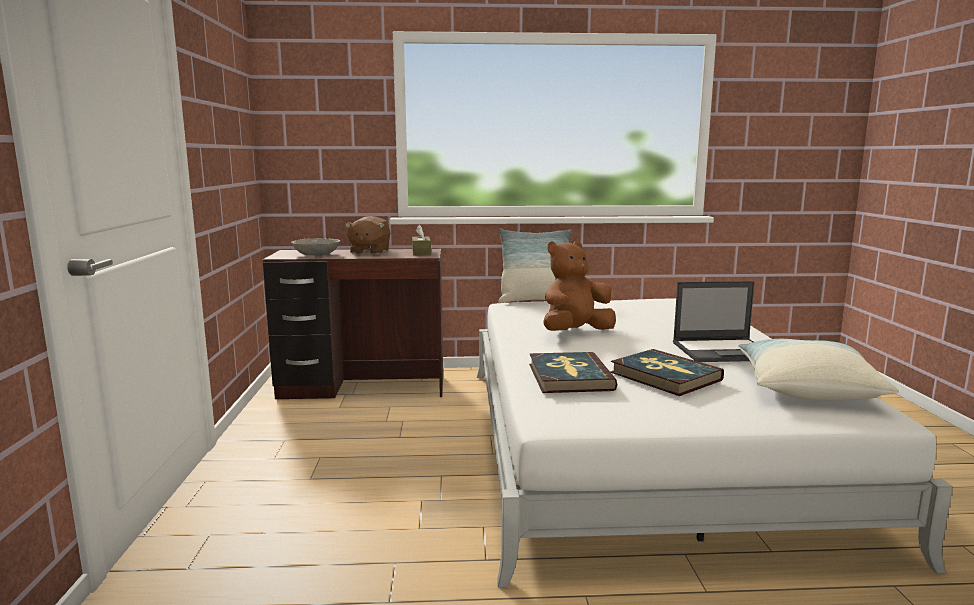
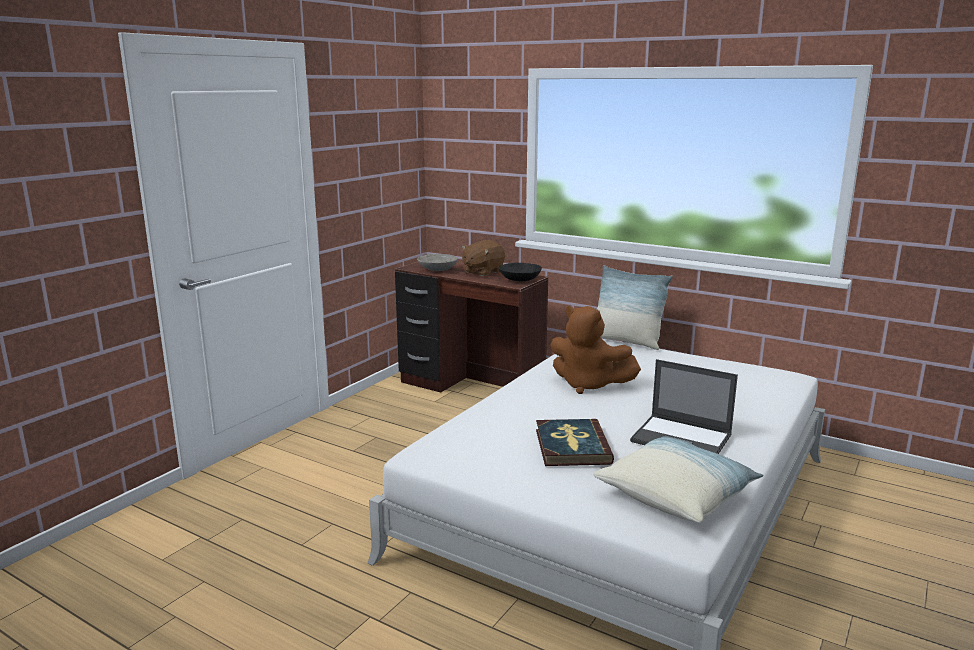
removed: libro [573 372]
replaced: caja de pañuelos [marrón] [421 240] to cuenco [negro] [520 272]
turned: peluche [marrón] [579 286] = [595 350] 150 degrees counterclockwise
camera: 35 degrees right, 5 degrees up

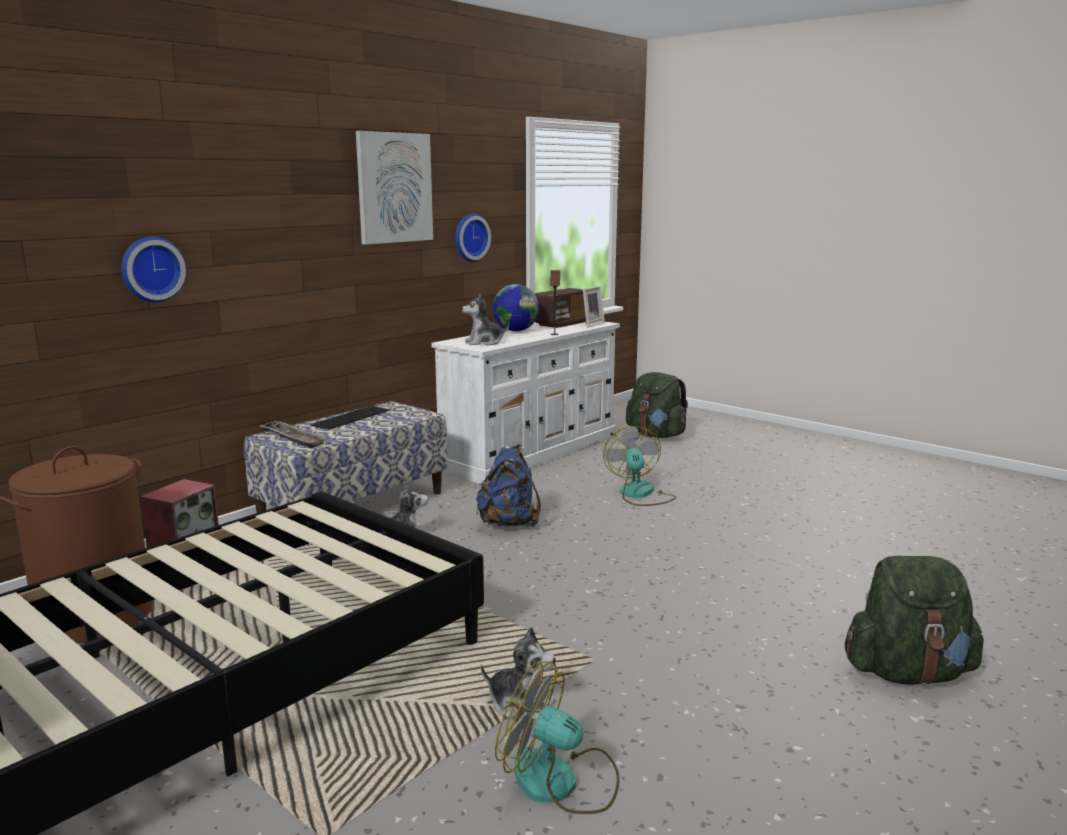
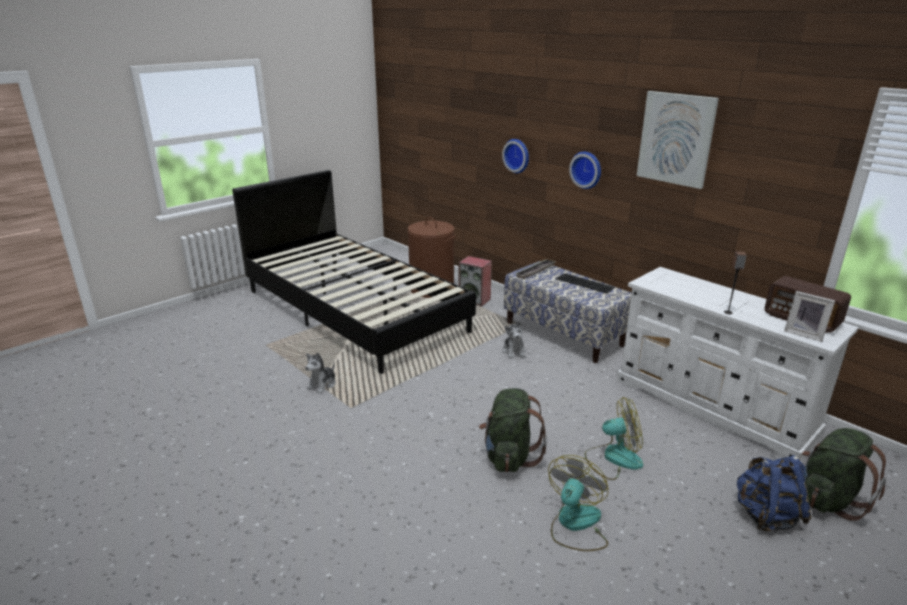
removed: peluche [485 319]; globo terráqueo [515 308]
moved: mochila [verde] [914 620] to [513 430]; ventilador [557 737] to [578 503]; reloj de pared [473 238] to [585 170]; mochila [azul] [508 485] to [774 493]
camera: 95 degrees right, 10 degrees up

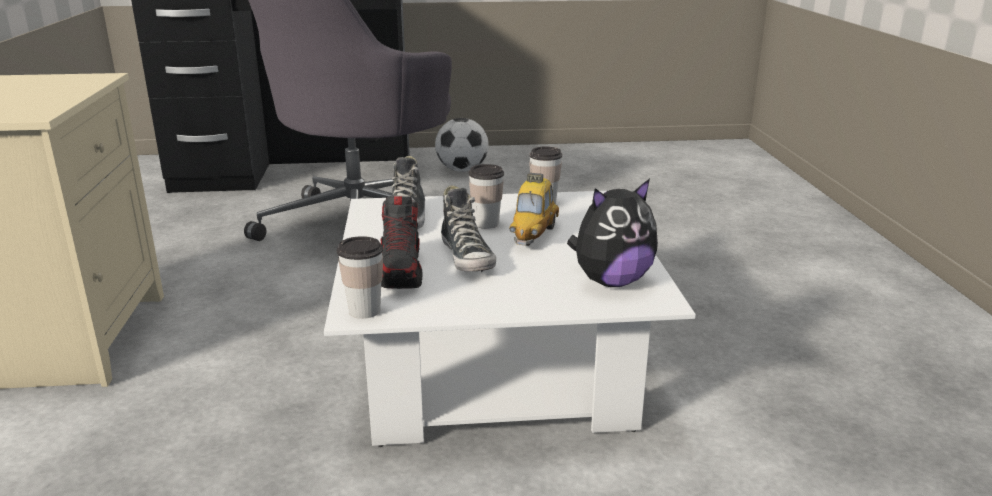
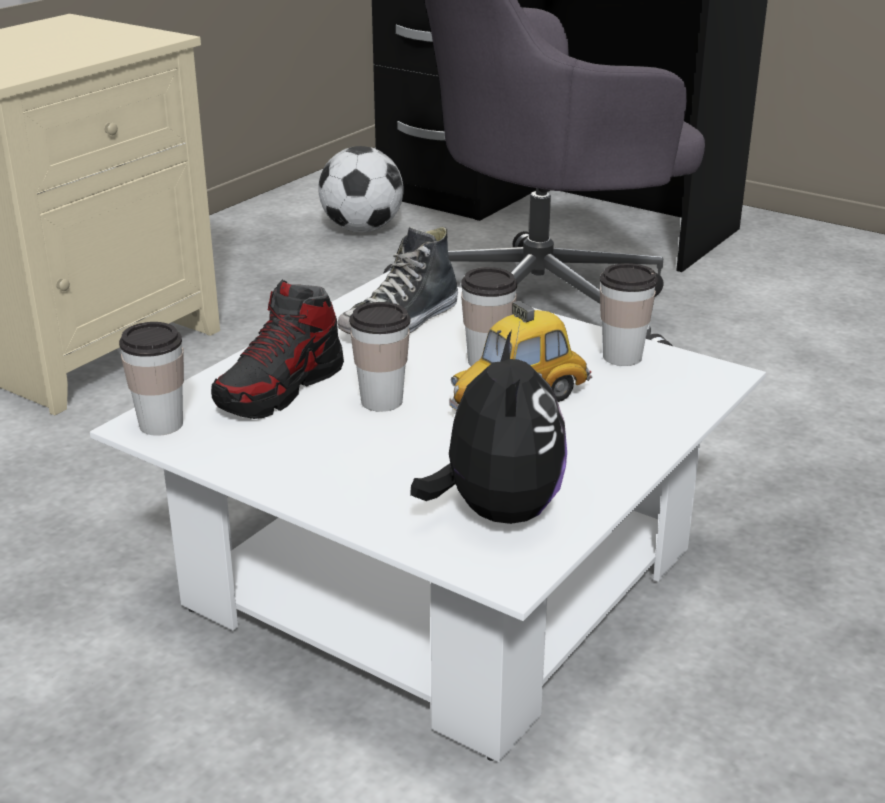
moved: balón de fútbol [462 145] to [360 189]
replaced: zapato [468 228] to taza [379 357]
turned: peluche [612 233] = [488 427] 105 degrees counterclockwise
camera: 40 degrees right, 5 degrees up

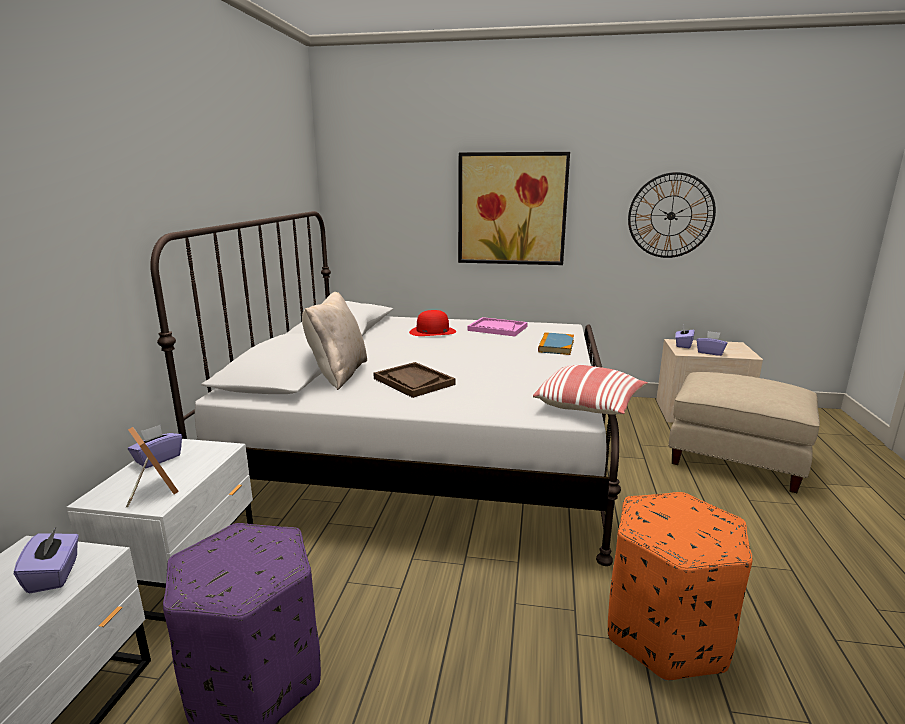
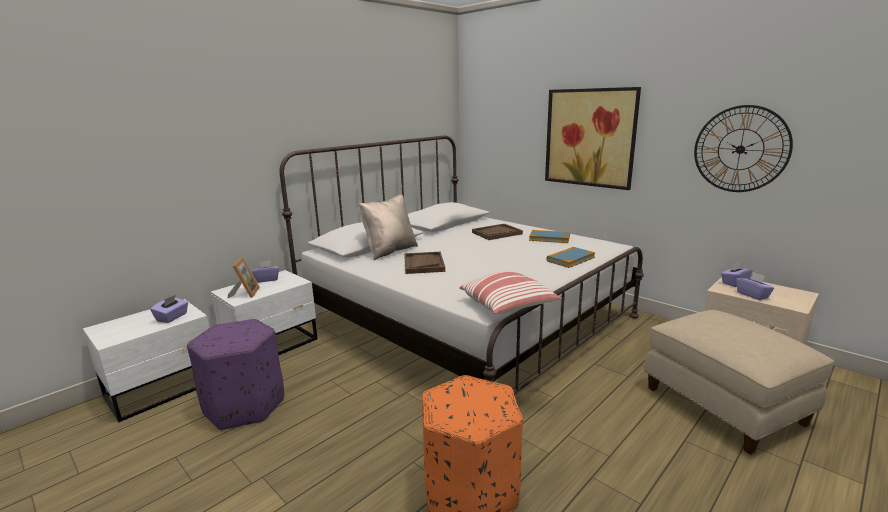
replaced: sombrero [rojo] [432 323] to bandeja [marrón] [497 232]; bandeja [rosa] [497 326] to libro [549 236]
camera: 35 degrees right, 0 degrees up

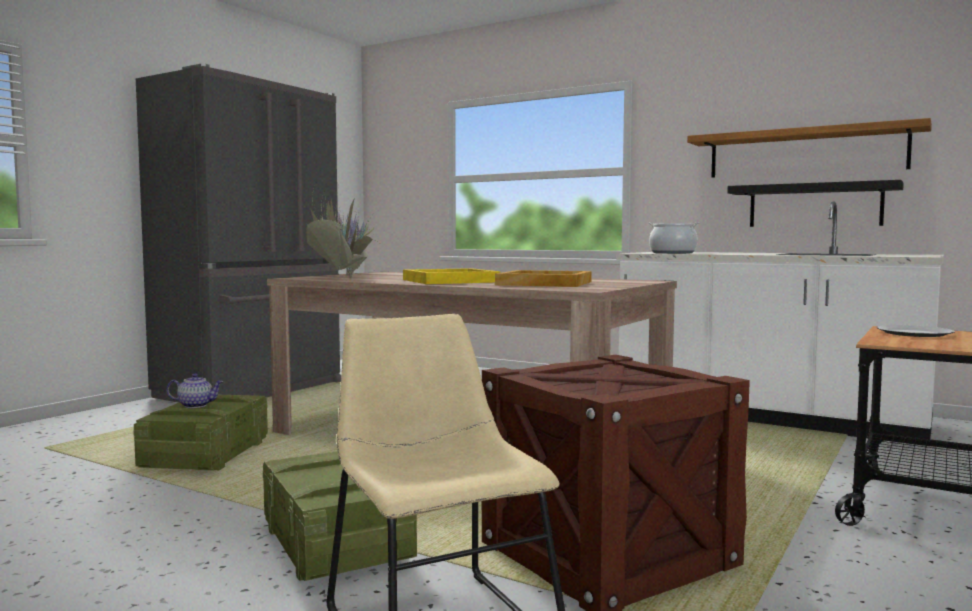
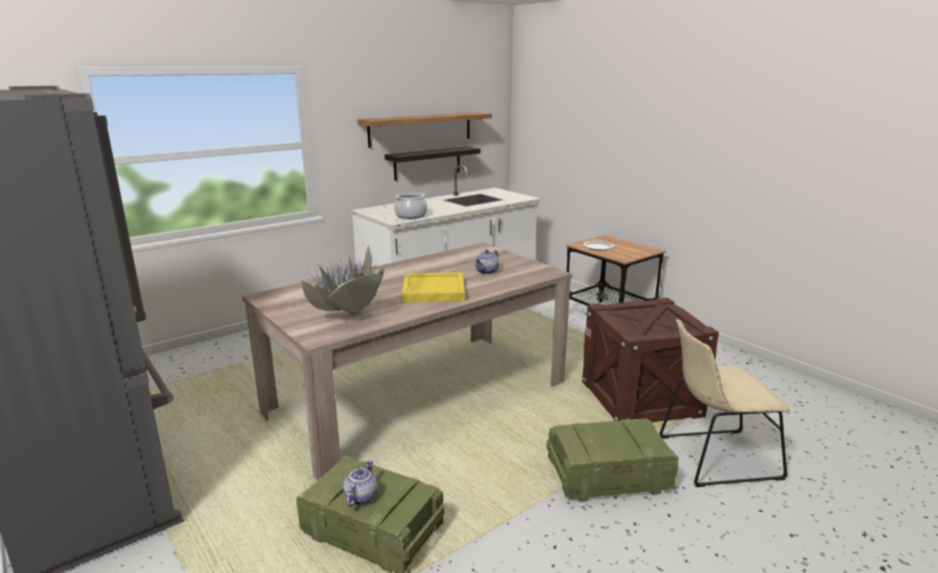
replaced: bandeja [beis] [543 278] to tetera [487 261]
camera: 70 degrees left, 15 degrees up

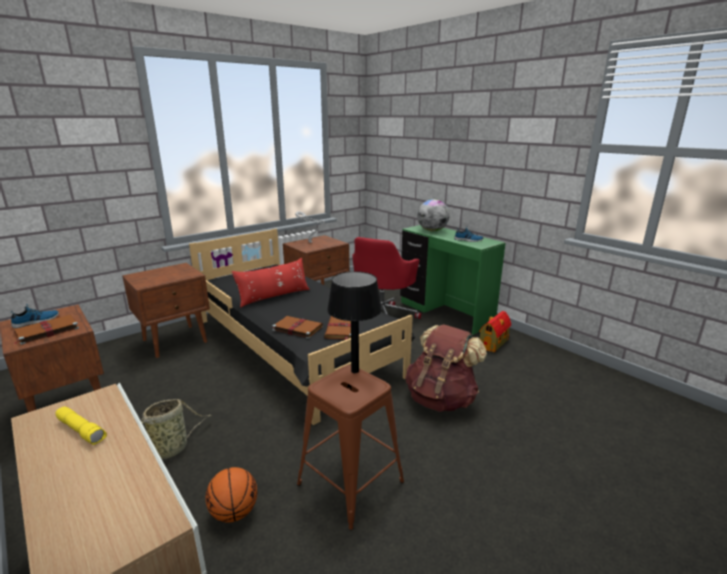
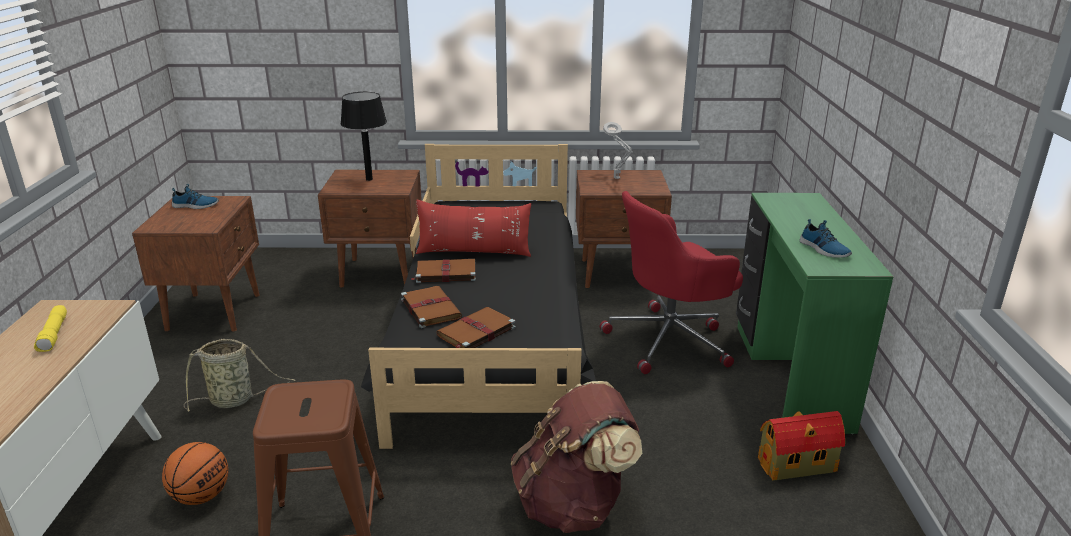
removed: globo terráqueo [433 215]
moved: lámpara de mesa [negro] [354 322] to [364 136]; libro [marrón] [46 330] to [444 271]
camera: 40 degrees right, 5 degrees up

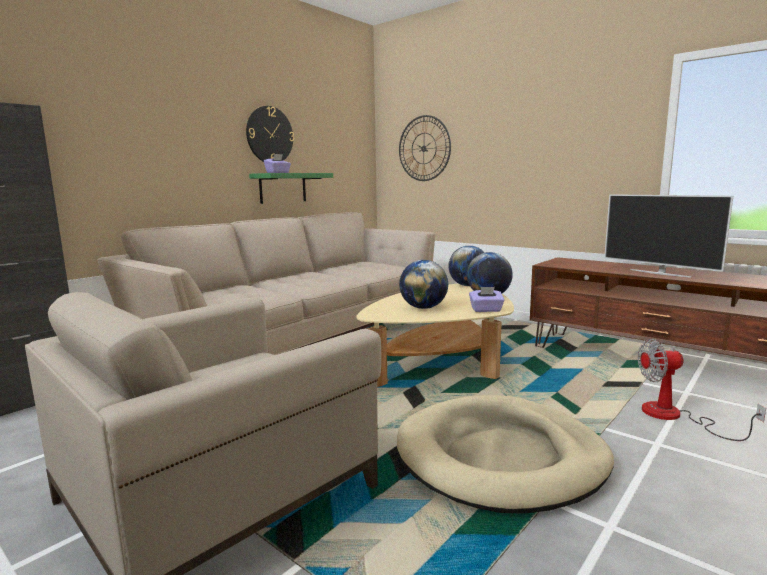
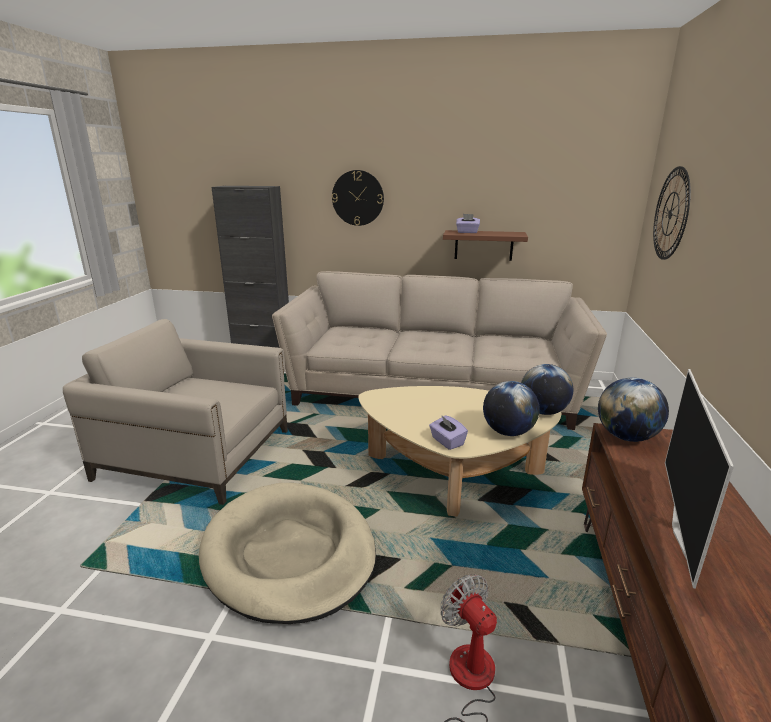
moved: reloj de pared [270 134] to [358 198]; globo terráqueo [423 284] to [633 410]
recoloured: estante [verde] [291 188] to estante [marrón] [485 245]
camera: 60 degrees right, 10 degrees up

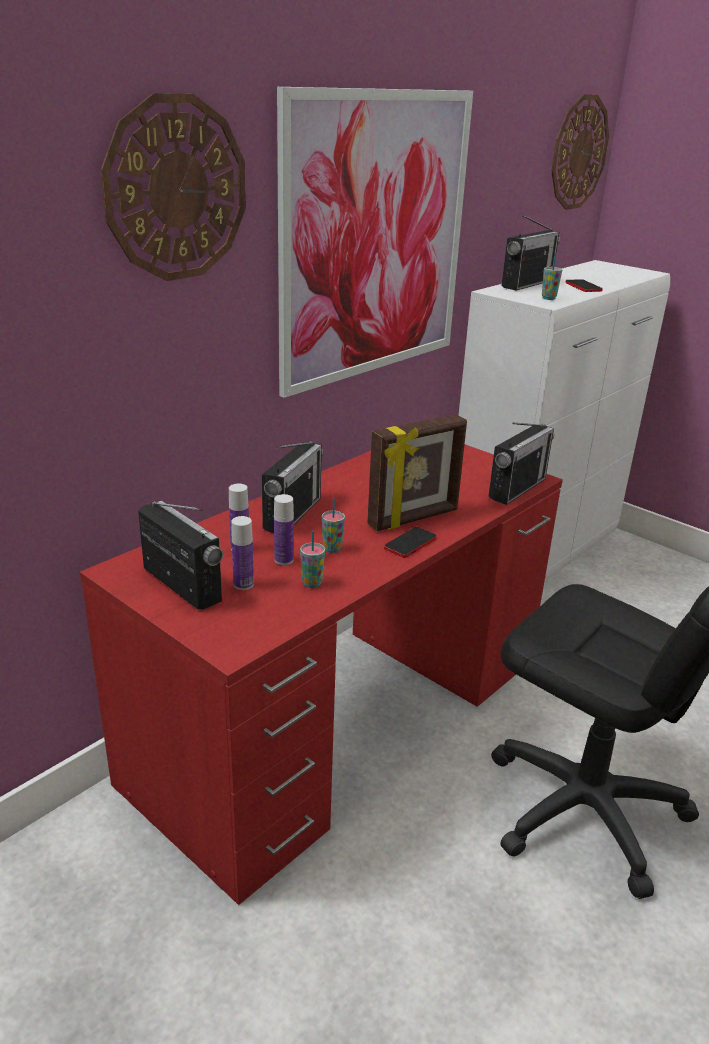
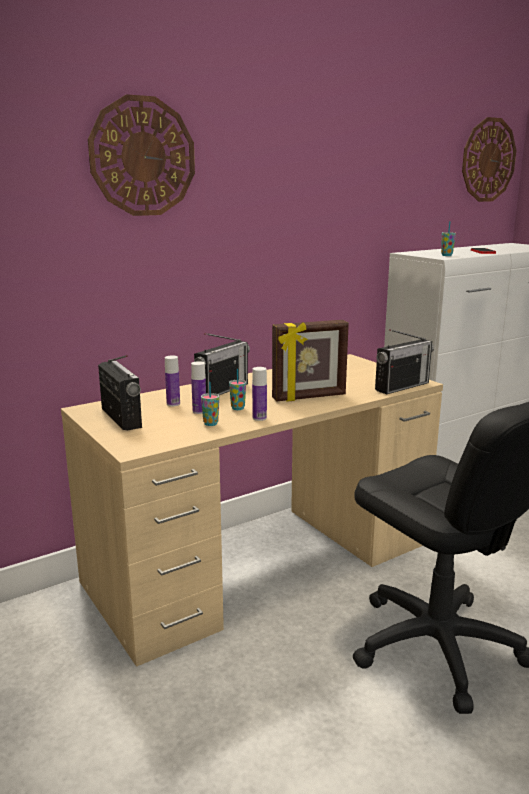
removed: cuadro [375 242]; móvil [410 542]; radio [530 253]
moved: botella [242 553] to [259 394]
recoloured: escritorio [rojo] [321 674] to escritorio [beis] [252 510]
camera: 15 degrees right, 10 degrees down

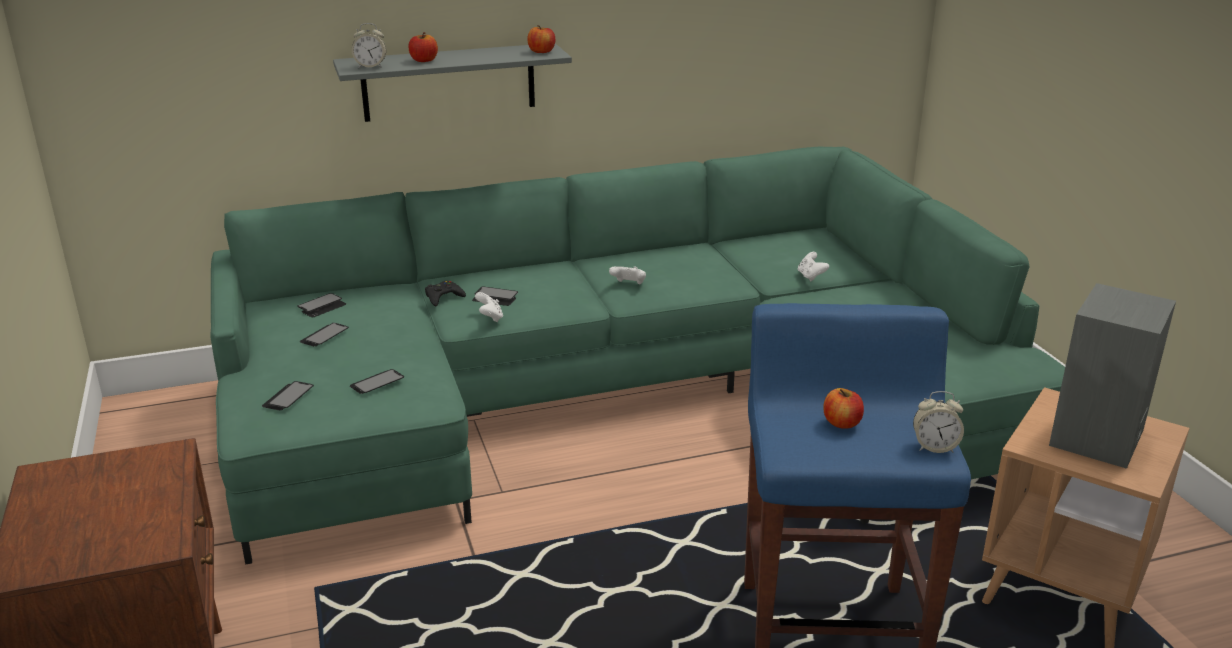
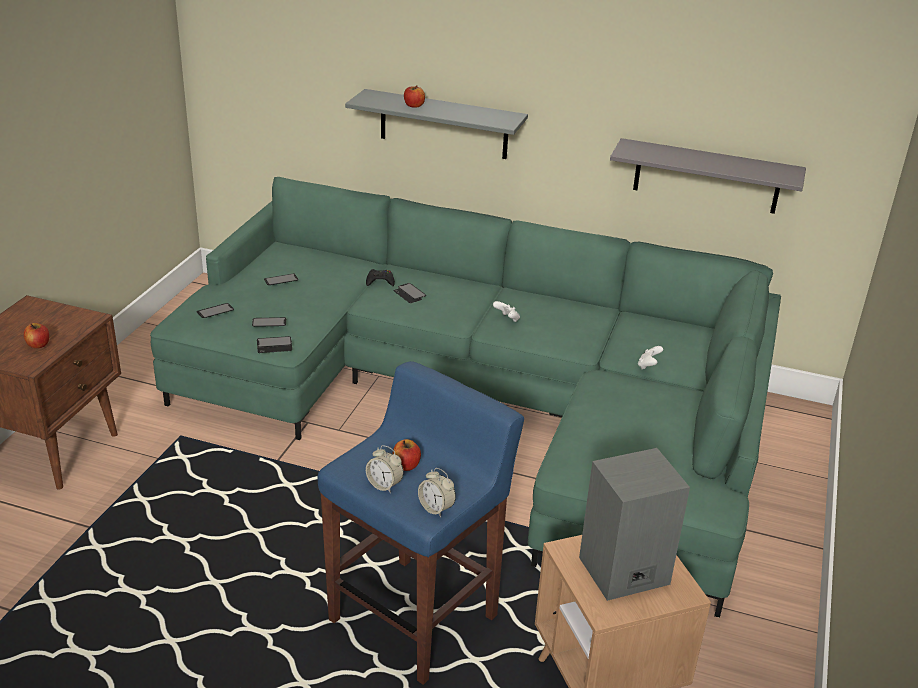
removed: mando de consola [blanco] [489 307]
added: estante [gris] [708 176]
moved: manzana [541 39] to [36 335]; móvil [321 305] to [274 344]; despertador [369 45] to [385 469]
camera: 35 degrees right, 5 degrees up

